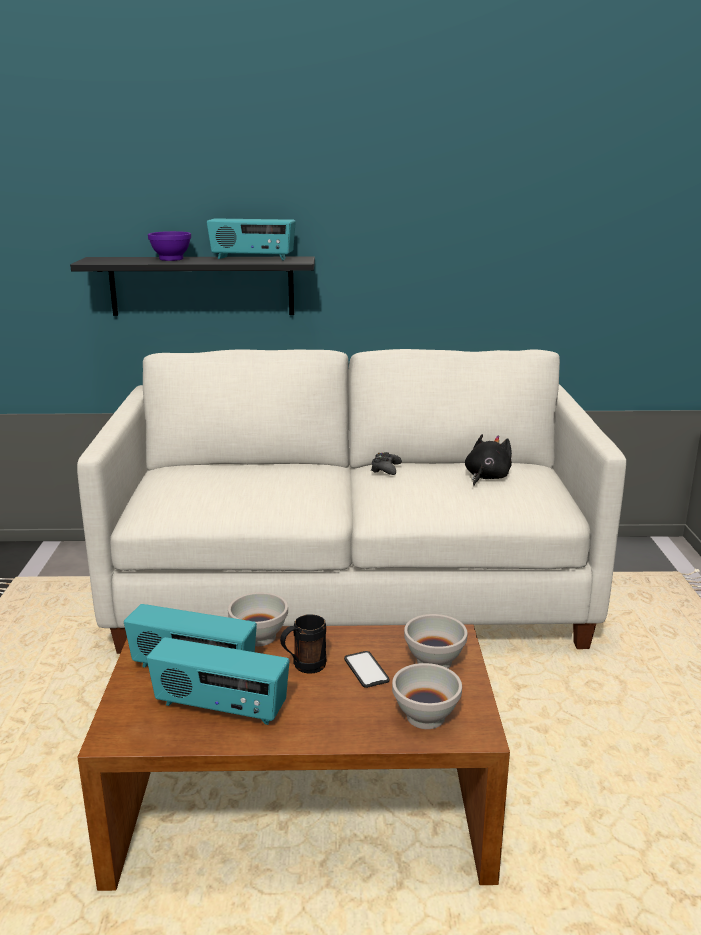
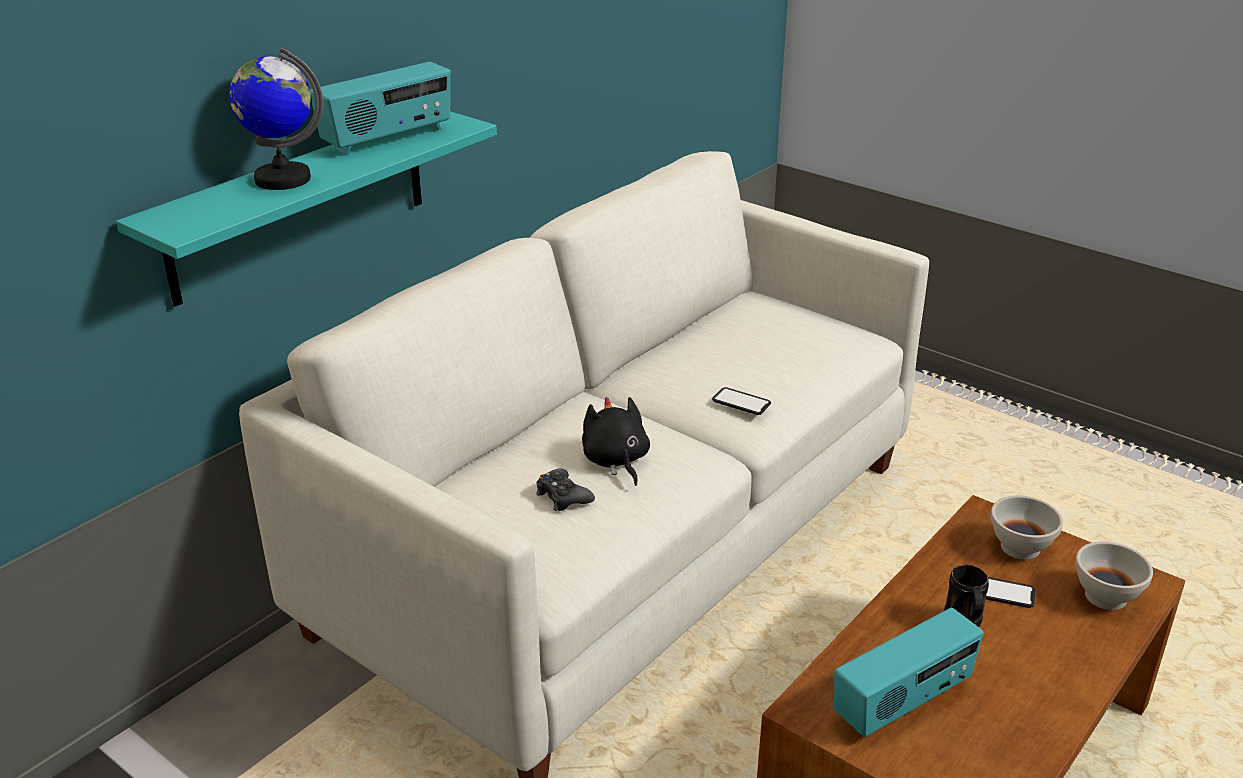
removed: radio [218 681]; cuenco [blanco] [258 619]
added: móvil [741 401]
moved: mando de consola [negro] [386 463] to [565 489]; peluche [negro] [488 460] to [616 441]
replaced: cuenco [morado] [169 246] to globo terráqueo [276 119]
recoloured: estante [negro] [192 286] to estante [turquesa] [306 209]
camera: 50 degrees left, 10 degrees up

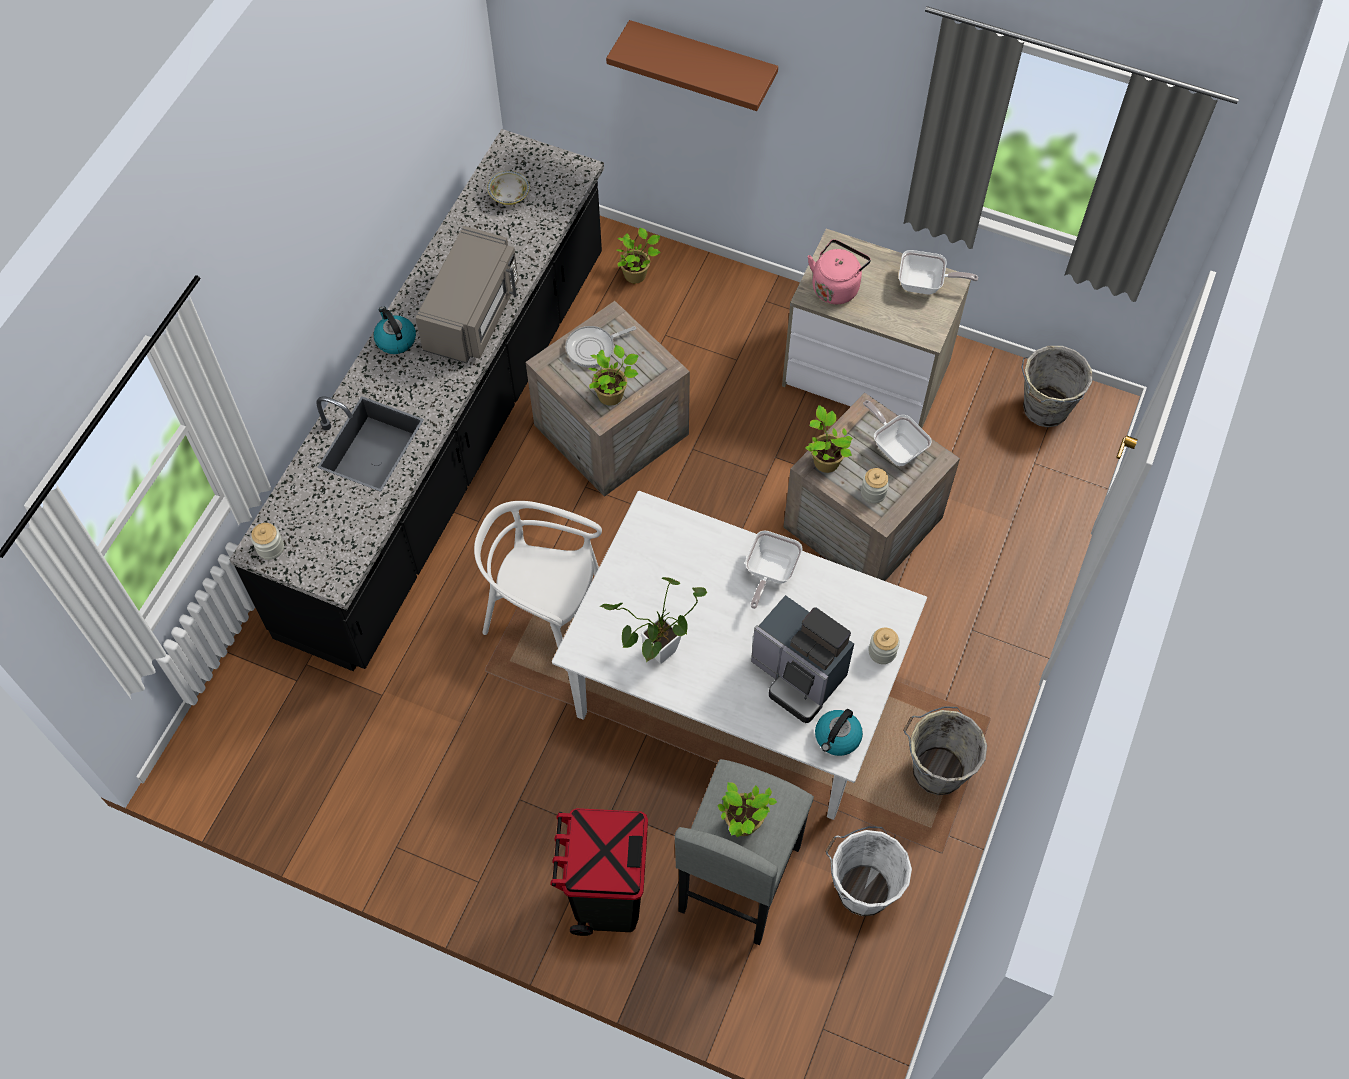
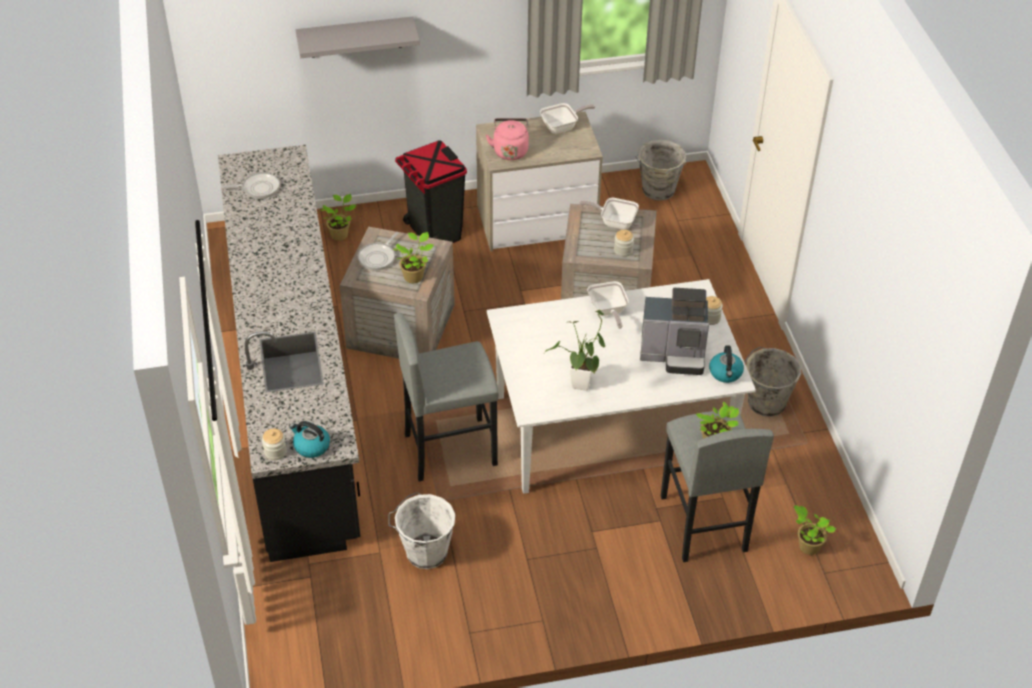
removed: microondas [gris] [467 294]
moved: hervidor [394 330] to [309 439]; cubo [blanco] [868 871] to [421 530]; papelera [negro] [599 872] to [431 191]; planta en maceta [829 439] to [815 530]
replaced: cuenco [508 188] to sartén [251 185]; silla [blanco] [538 586] to taburete [gris] [446 397]
recoloured: estante [marrón] [692 65] to estante [gris] [358 37]
camera: 35 degrees left, 15 degrees down

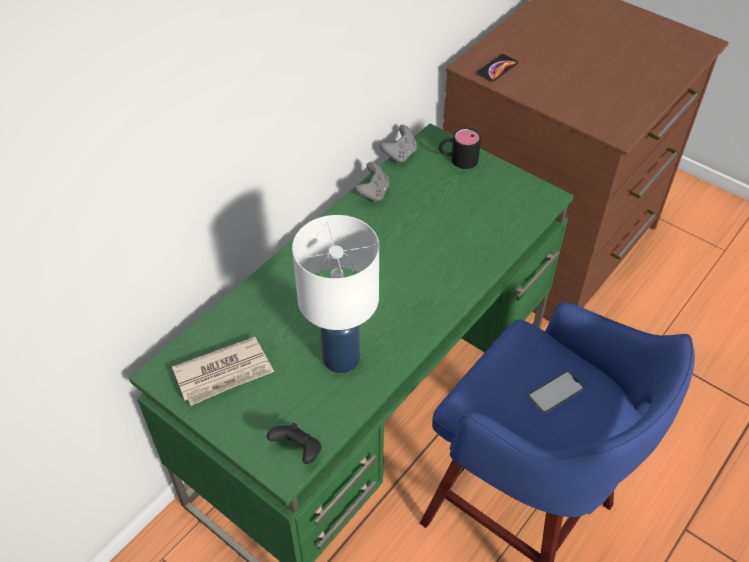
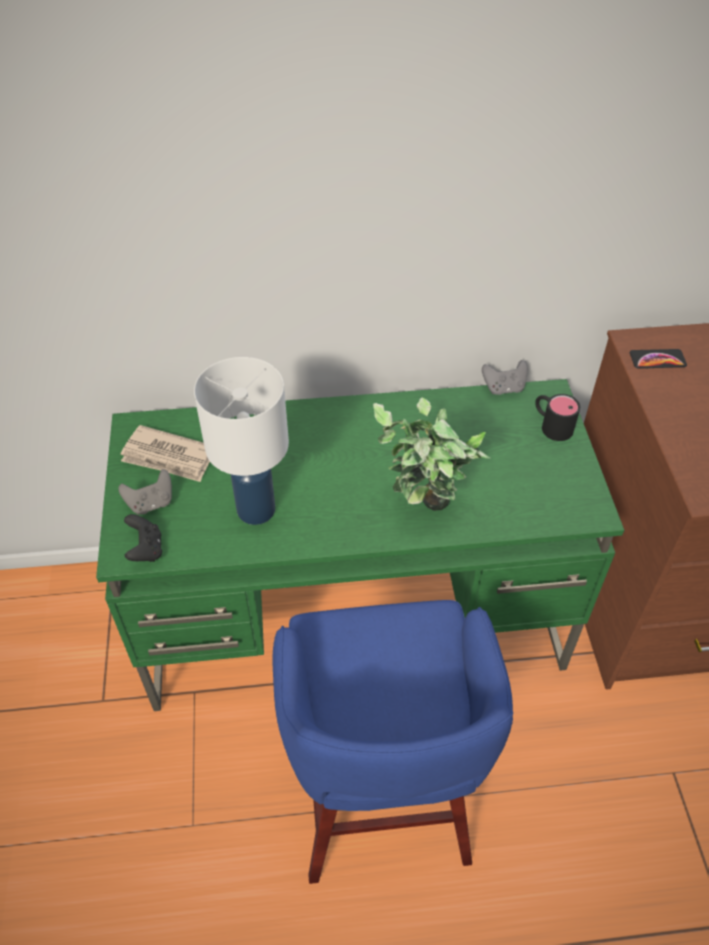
removed: móvil [556 392]
added: planta en maceta [431 454]
moved: mando de consola [gris] [372 182] to [145 492]
camera: 45 degrees right, 0 degrees up

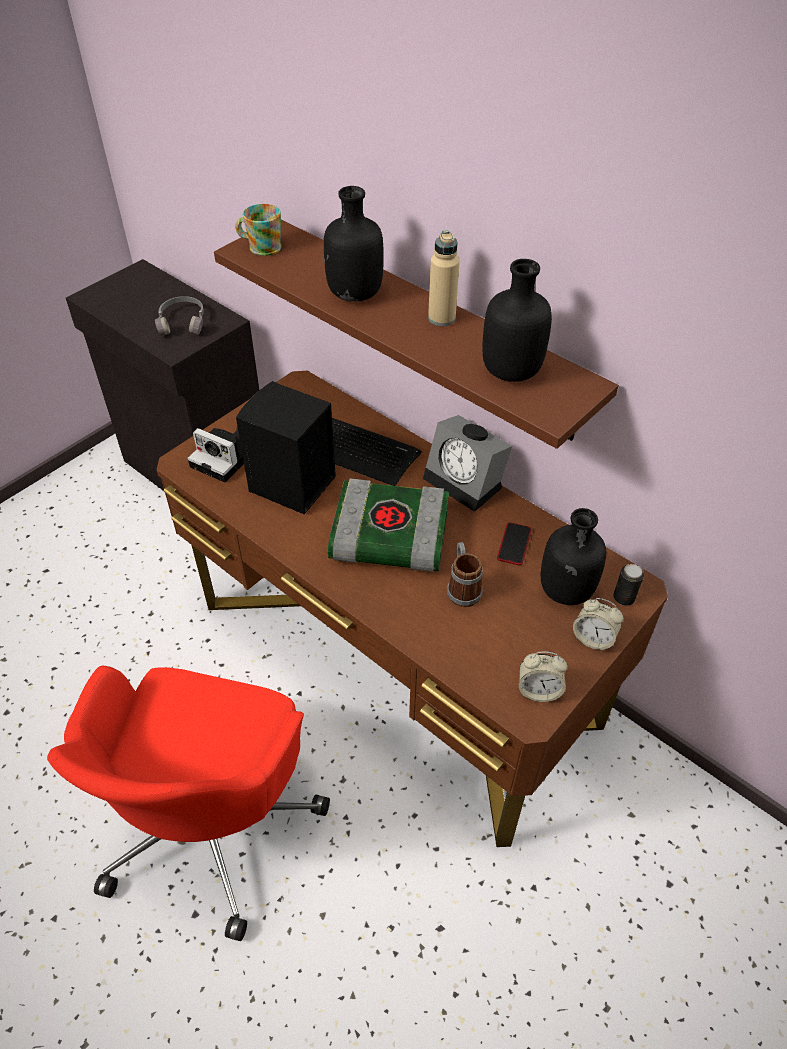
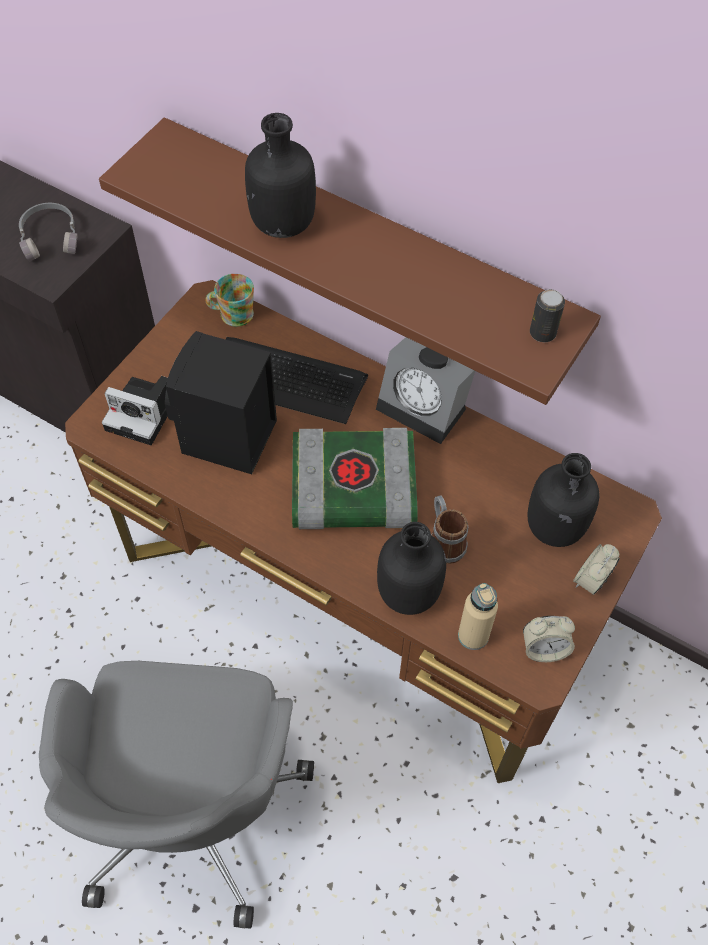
removed: móvil [514 543]
moved: taza grande [258 230] to [229 300]; botella [negro] [517 320] to [411 568]; botella [beis] [444 278] to [478 616]; lata [628 585] to [547 315]
recoloured: silla de oficina [rojo] [188 803] to silla de oficina [gris] [176 795]
turned: despertador [598 624] = [596 569] 105 degrees clockwise
camera: 10 degrees left, 10 degrees up

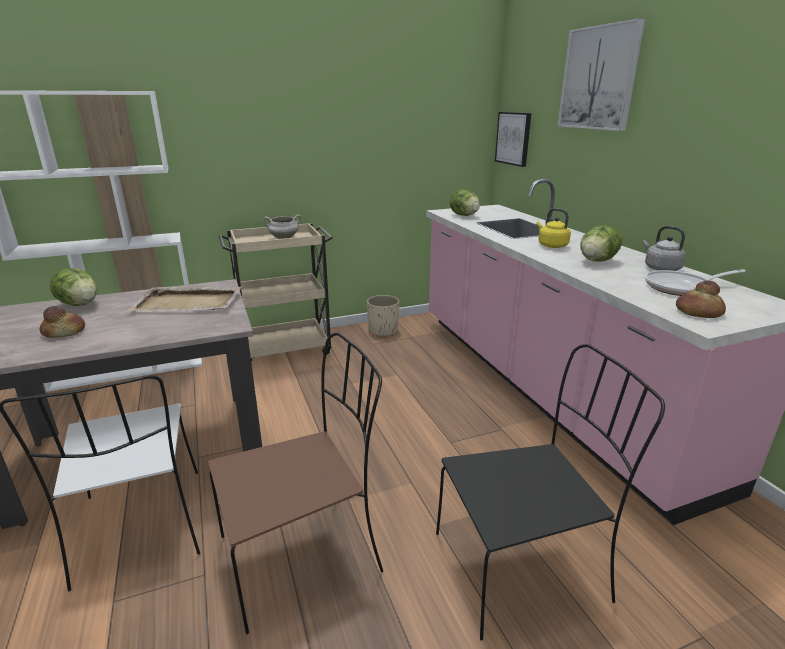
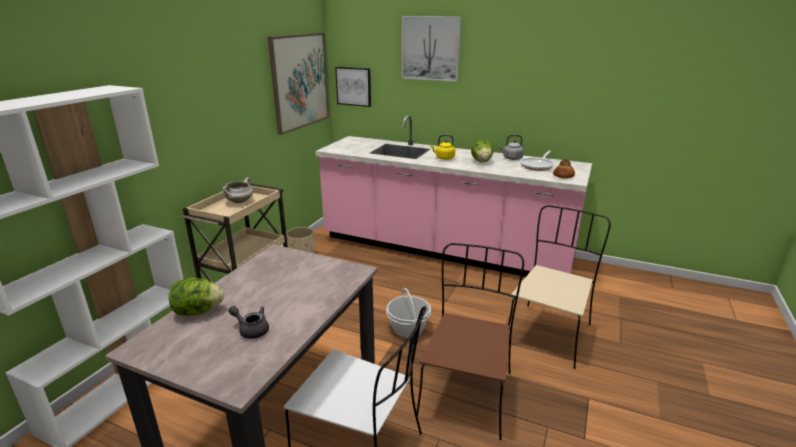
removed: bandeja [beis] [184 299]; lechuga [465 202]
added: cuadro [299 84]; cesta [408 313]
replaced: pan [62 322] to tetera [gris] [248 322]
recoloured: silla [negro] [550 492] to silla [beis] [559 287]
camera: 45 degrees left, 0 degrees up

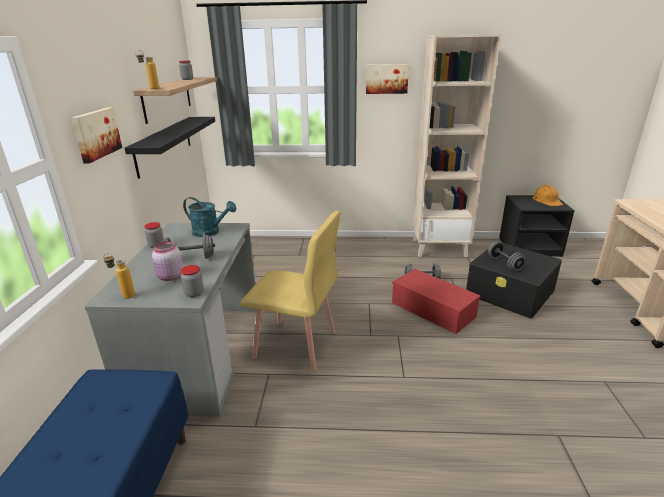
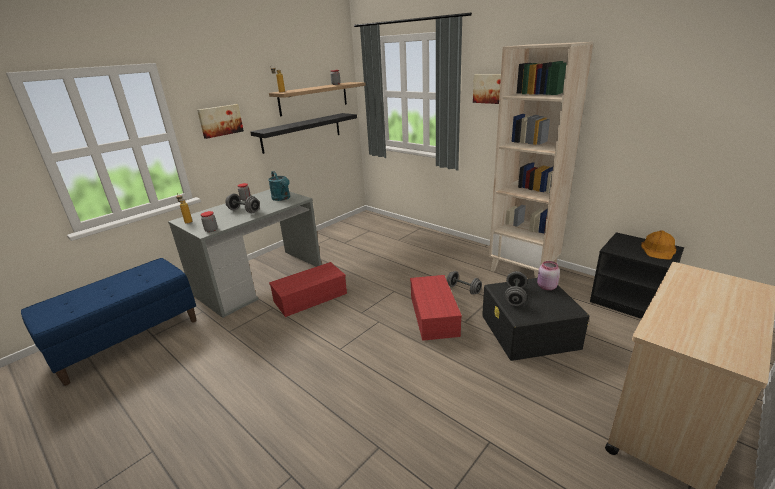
moved: tarro [rosa] [167 261] to [548 275]
replaced: silla [amarillo] [290 291] to caja de almacenaje [rojo] [308 289]
camera: 40 degrees right, 0 degrees up

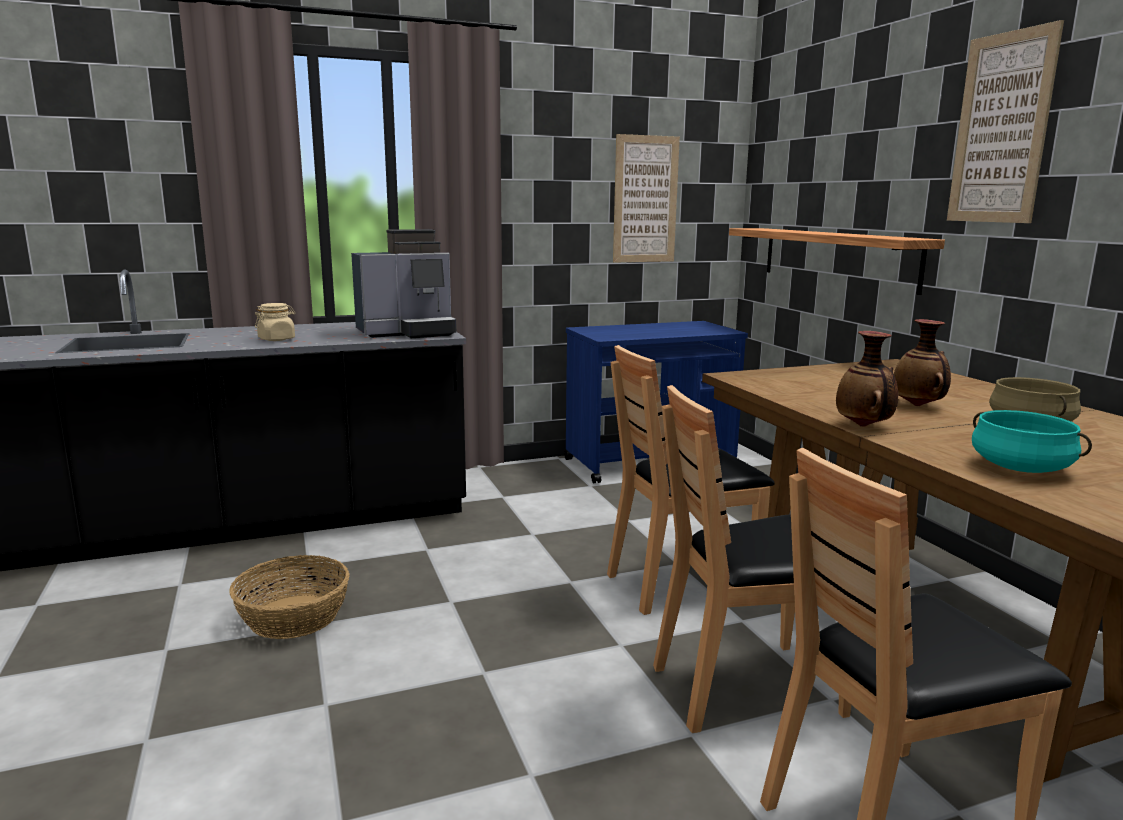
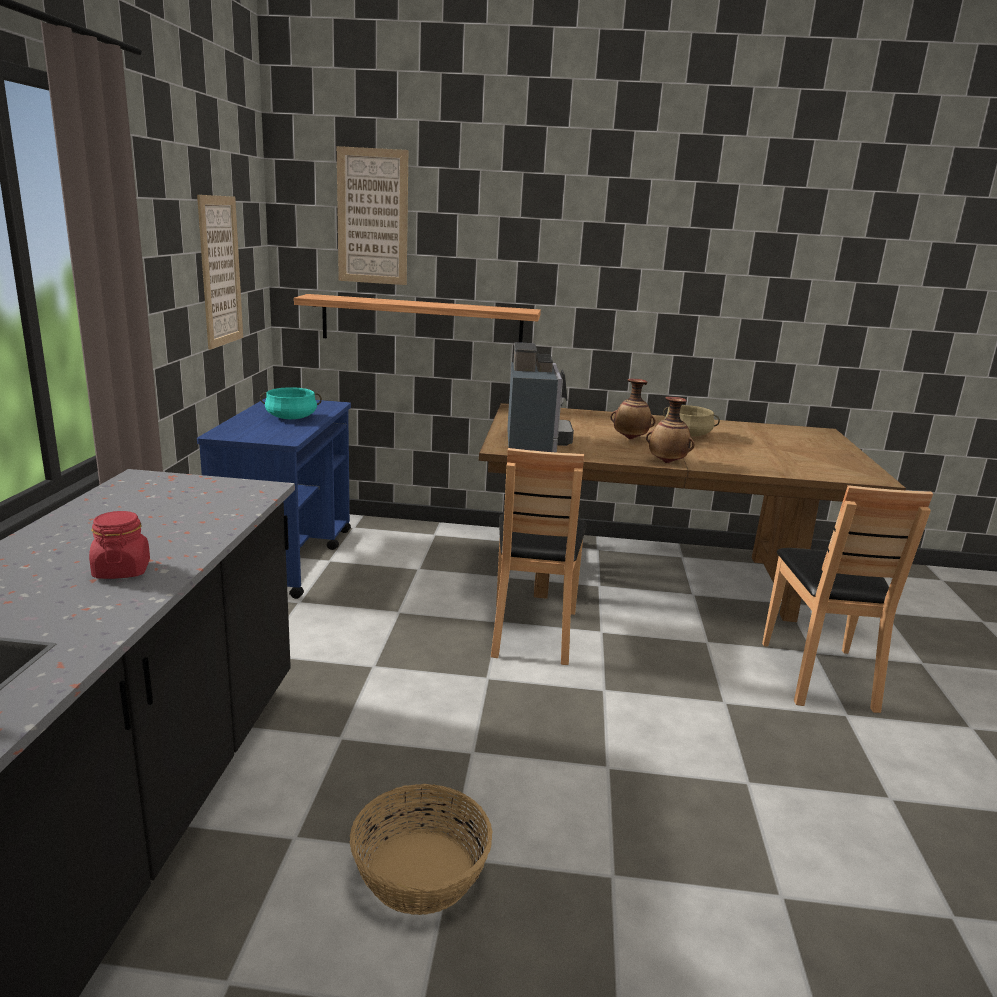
removed: silla [marrón] [752 559]
moved: olla [turquesa] [1032 441] to [291 403]; cuadro [1005 121] to [372 215]; cafetera [404 283] to [540 397]
recoloured: tarro [beis] [275 322] to tarro [rojo] [119 545]
camera: 65 degrees left, 5 degrees up

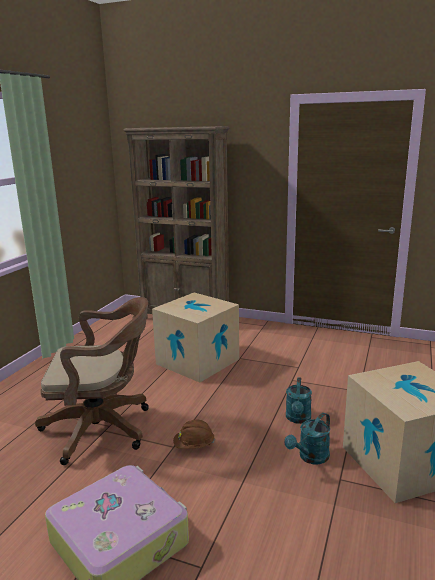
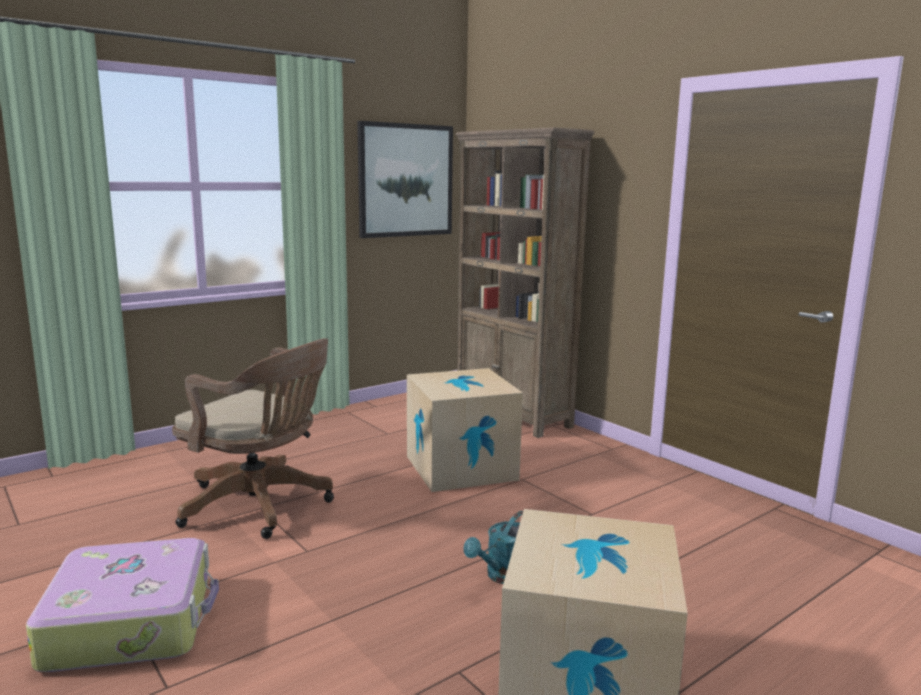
removed: casco [marrón] [194 434]; regadera [turquesa] [307 438]
added: cuadro [405 179]
camera: 30 degrees right, 5 degrees down

